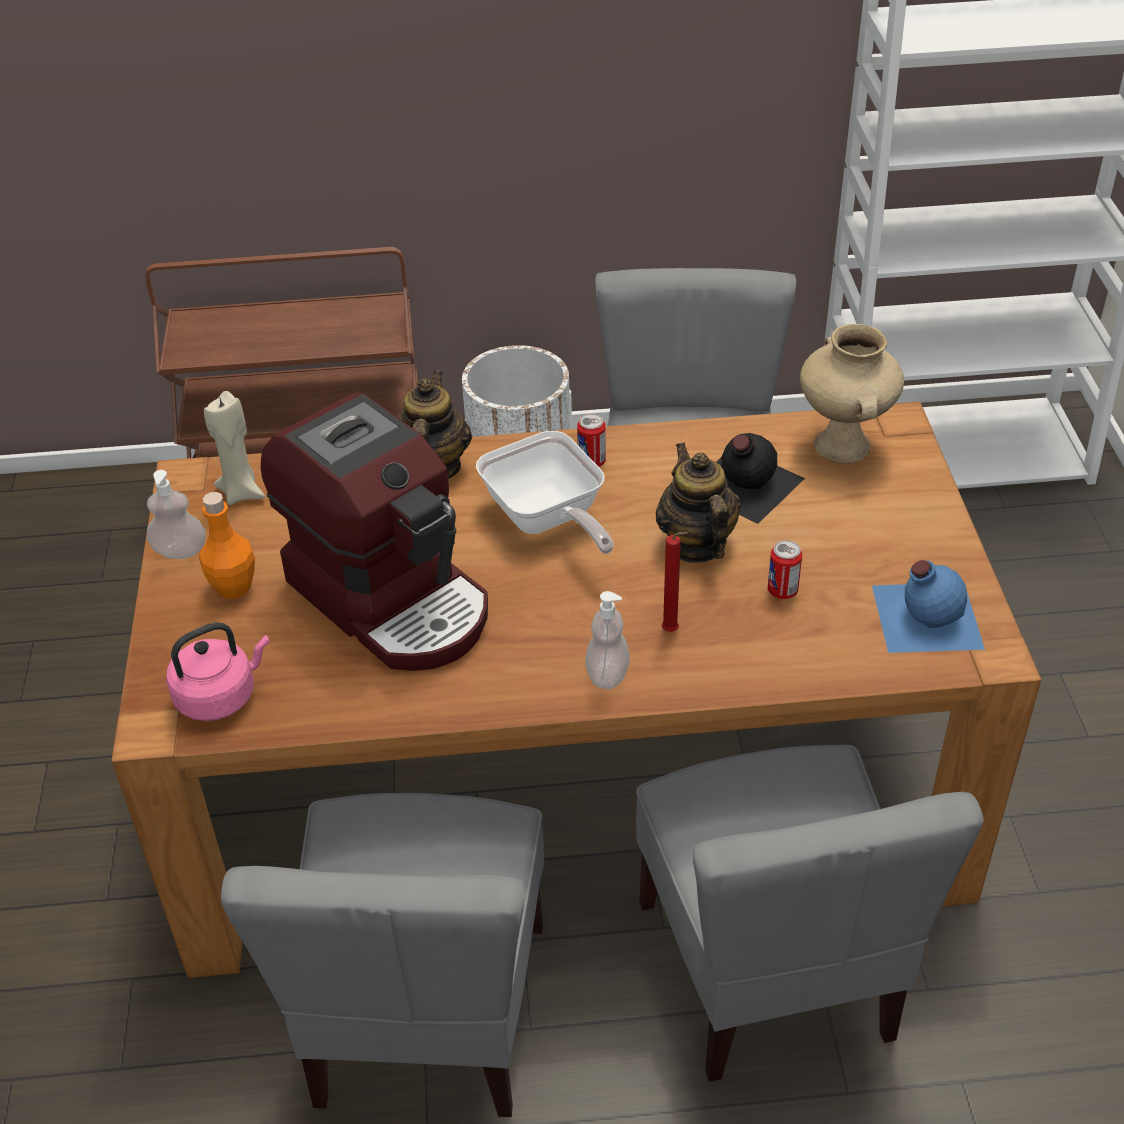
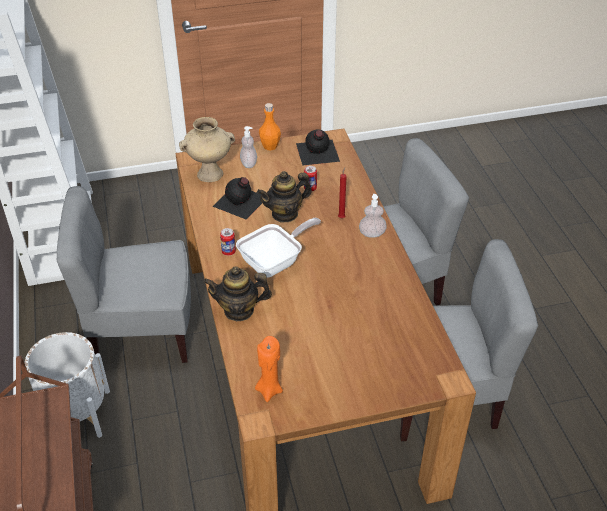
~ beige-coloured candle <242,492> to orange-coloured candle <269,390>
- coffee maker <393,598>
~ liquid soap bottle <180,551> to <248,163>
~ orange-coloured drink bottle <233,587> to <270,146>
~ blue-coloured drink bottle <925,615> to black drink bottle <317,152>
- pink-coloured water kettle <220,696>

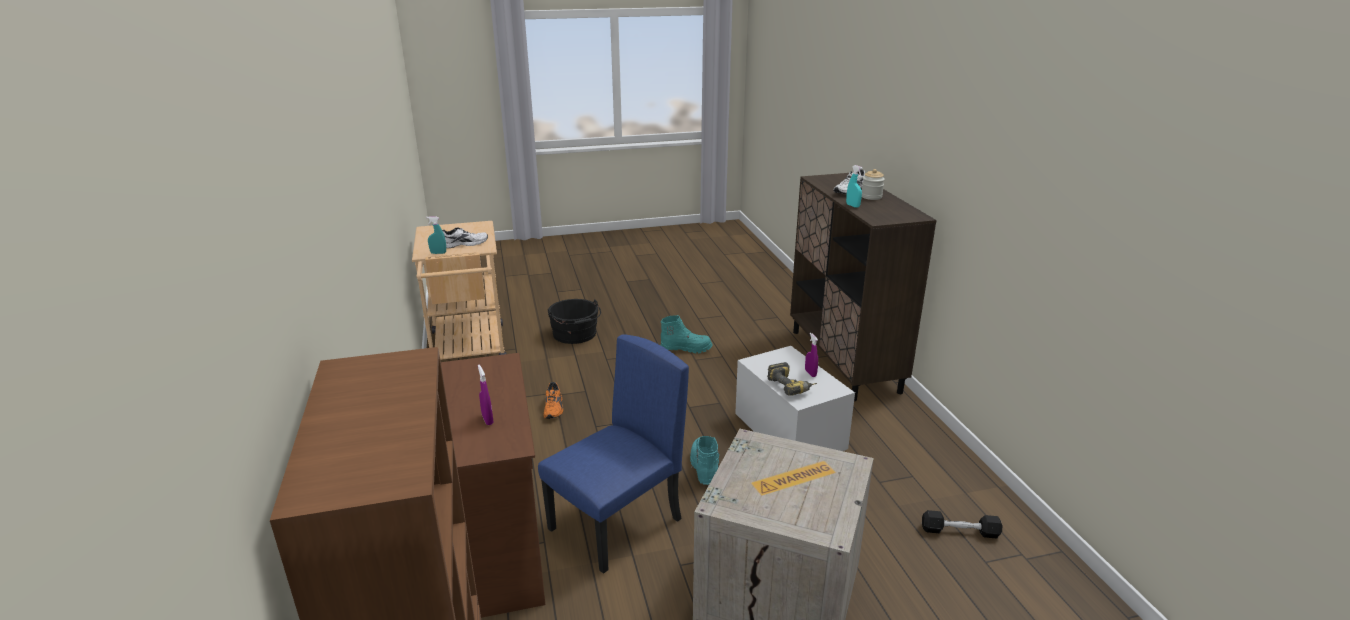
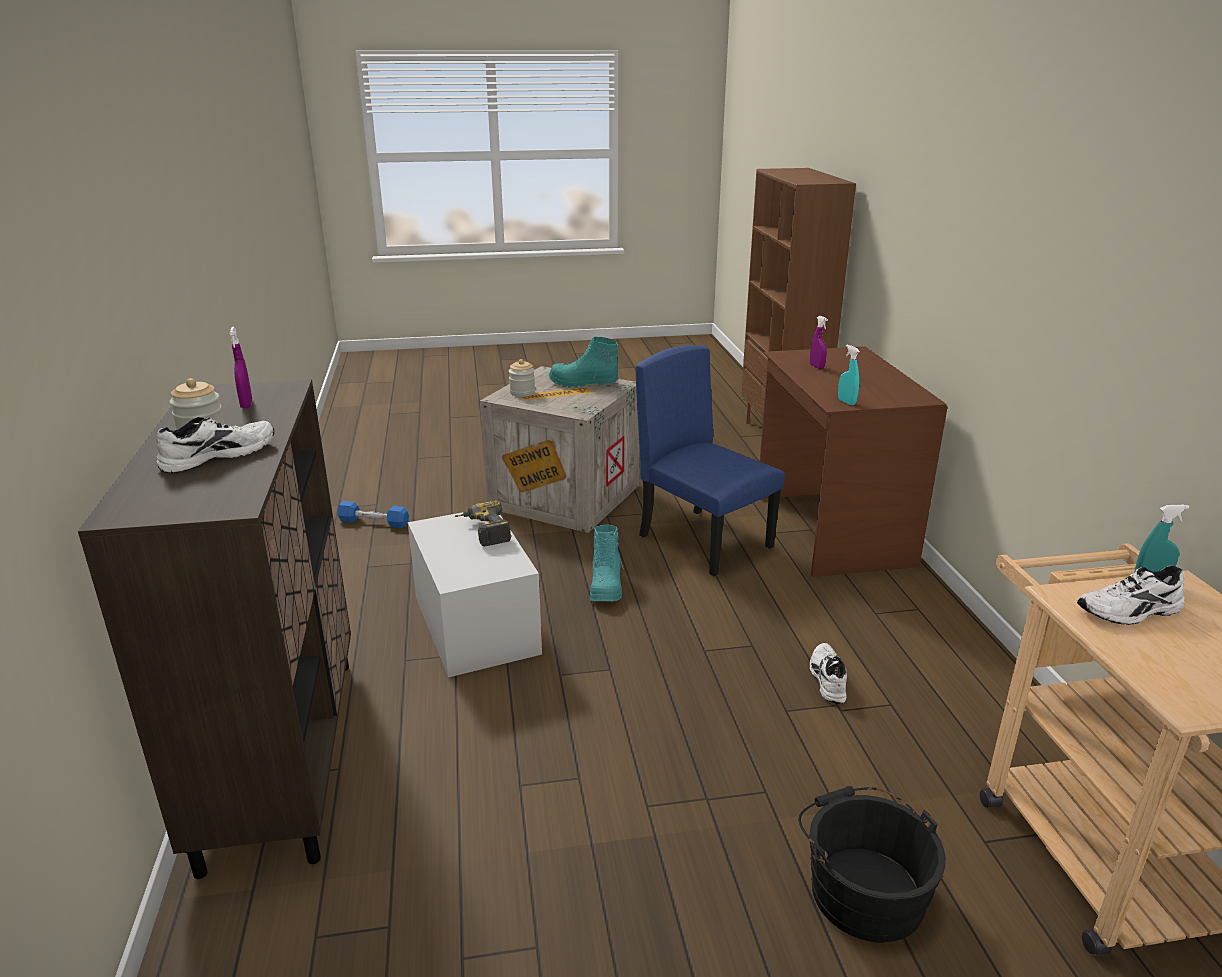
~ turquoise hand sprayer <852,206> to <846,402>
~ turquoise boot <686,348> to <583,383>
~ purplish hand sprayer <810,373> to <246,404>
~ blue-coloured chair <616,525> = <706,541> 90 degrees clockwise
~ orange-coloured low shoe <554,408> to white low shoe <826,678>
~ black dumbbell <960,531> to blue-coloured dumbbell <373,522>
+ preserve jar <522,392>

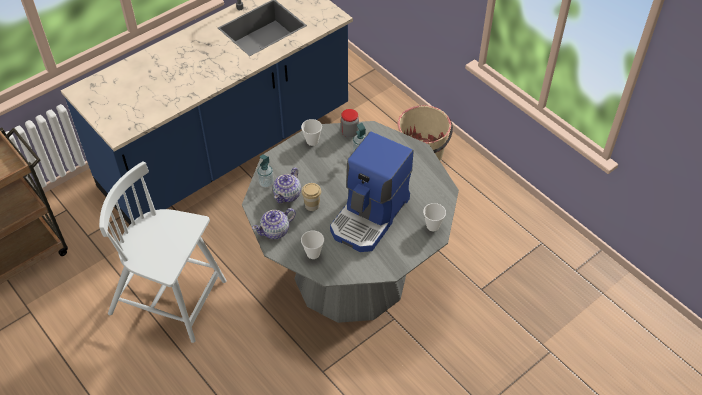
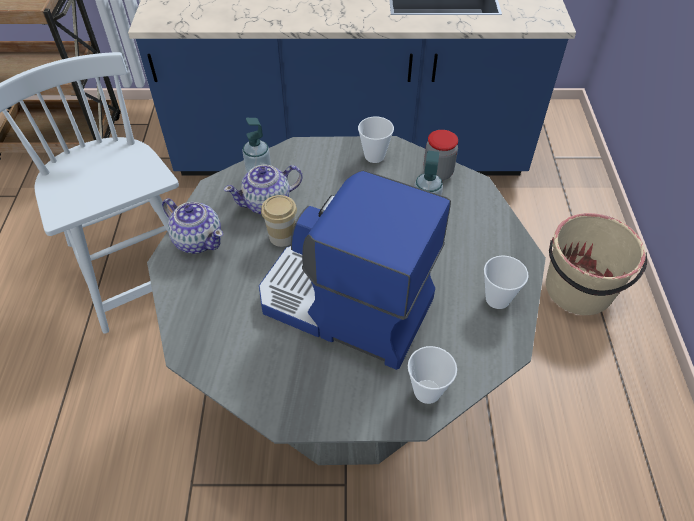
~ coffee maker <370,216> = <344,307> 45 degrees clockwise
~ tea pot <275,231> = <198,240> 150 degrees counterclockwise
~ cup <313,253> to <497,299>

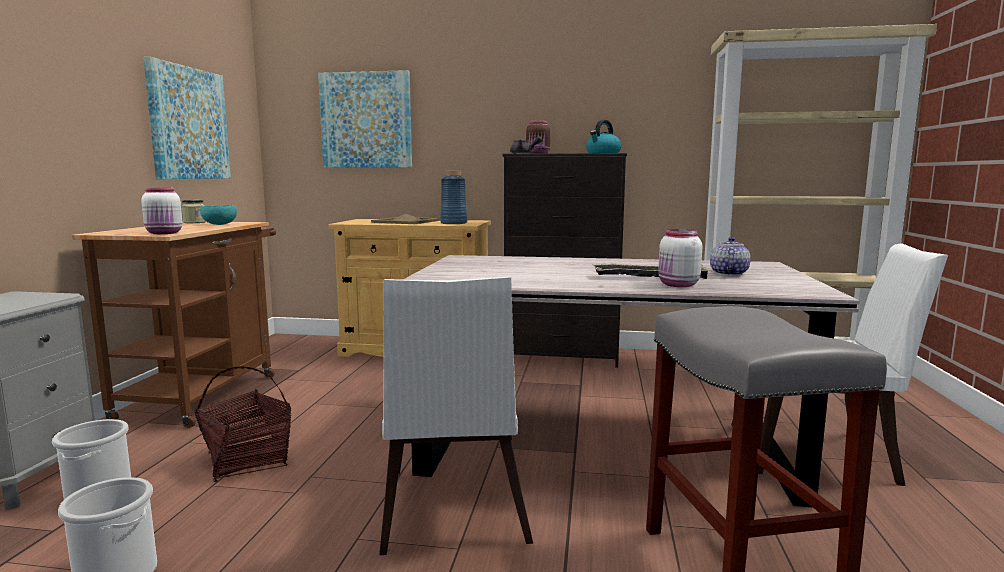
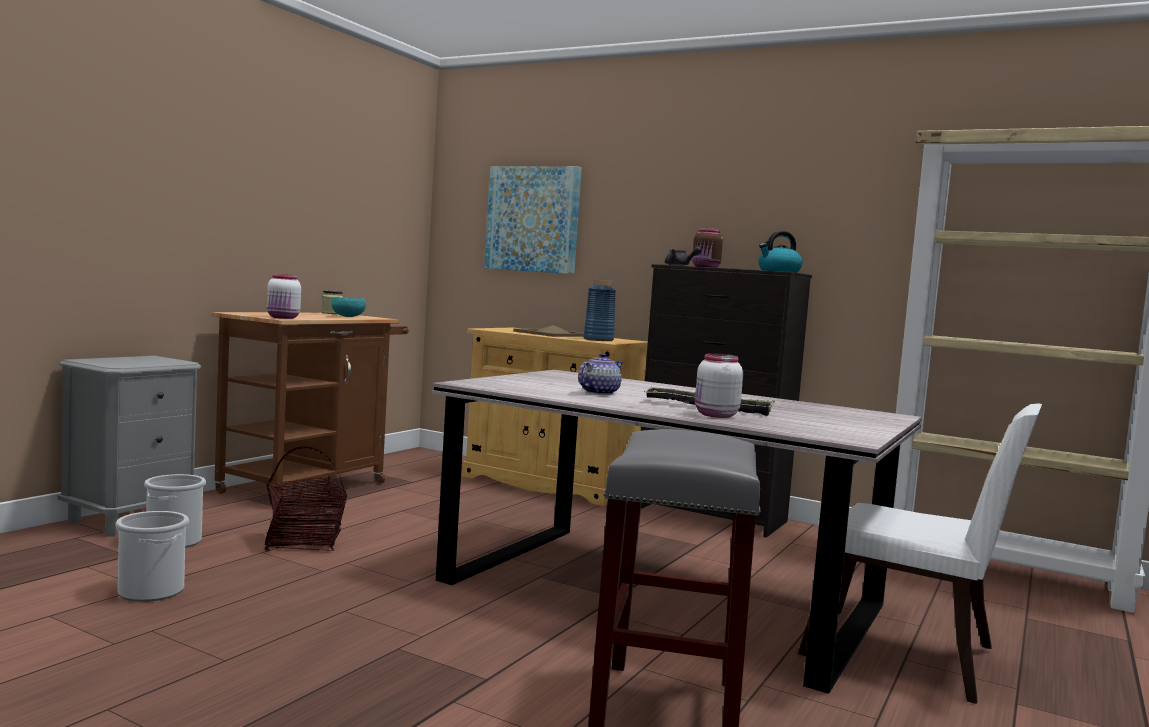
- picture <188,123>
~ tea pot <728,273> to <598,393>
- white chair <452,512>

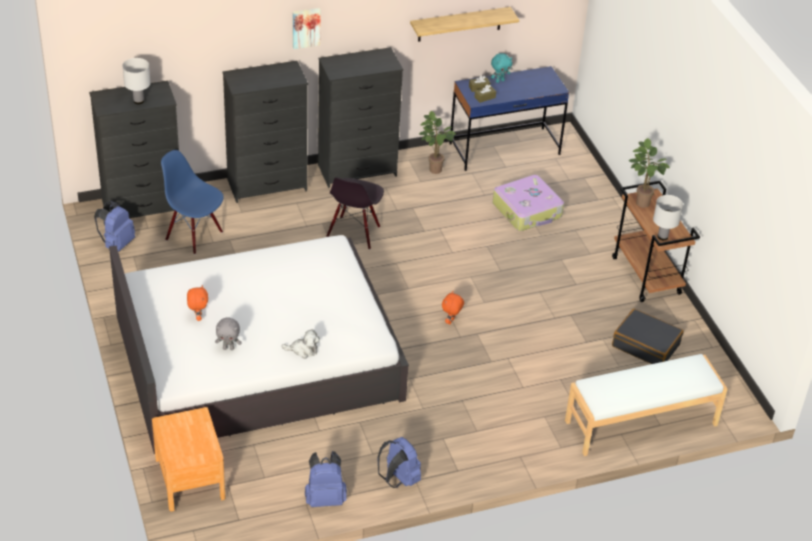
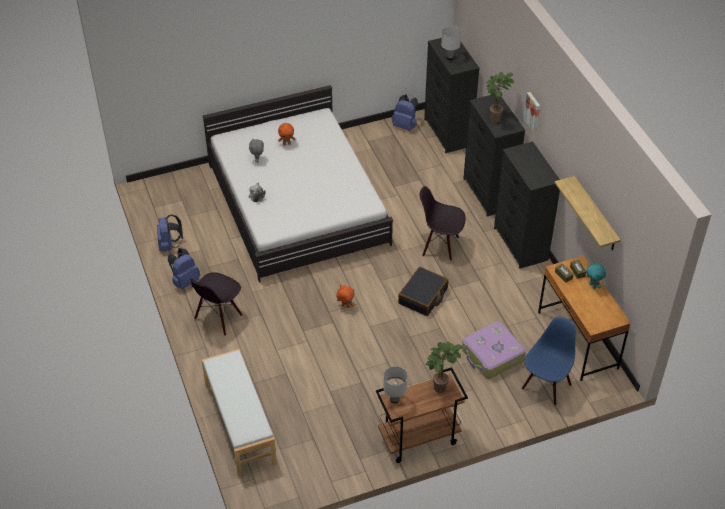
~ blue-coloured desk <504,149> to brownish desk <577,340>
~ houseplant <433,169> to <495,117>
~ blue-coloured chair <194,235> to <545,386>
~ black piece of luggage <646,345> to <423,296>
- brownish nightstand <190,478>
+ black chair <218,317>

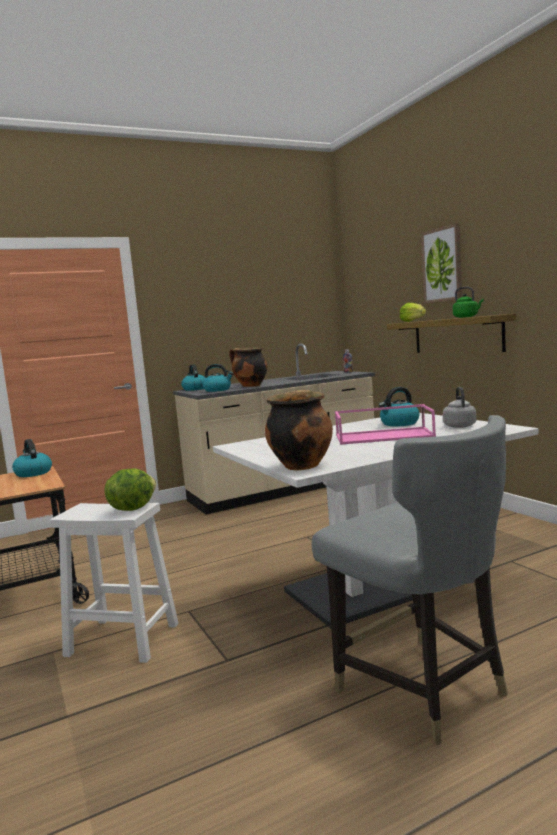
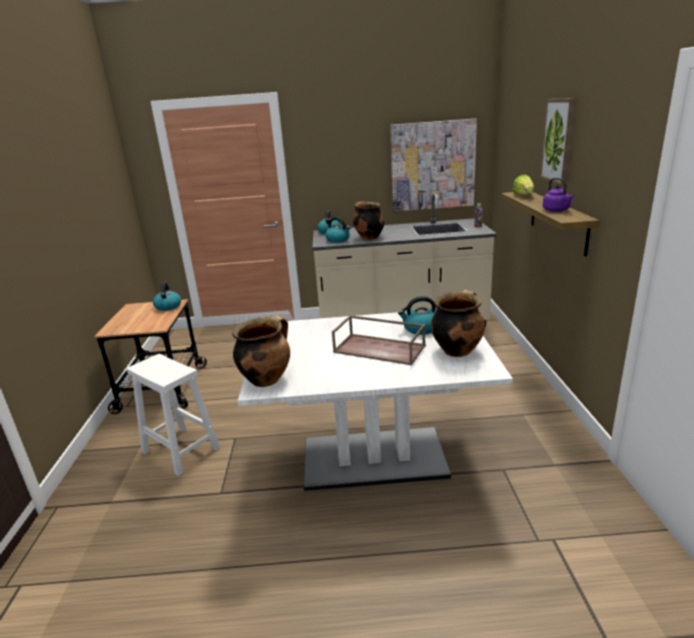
~ green-coloured water kettle <467,317> to purplish water kettle <557,210>
~ grey water kettle <459,426> to stockpot <457,350>
~ pink-coloured carrying tray <385,436> to brownish carrying tray <380,348>
- grey chair <422,689>
- lettuce <132,508>
+ picture <432,166>

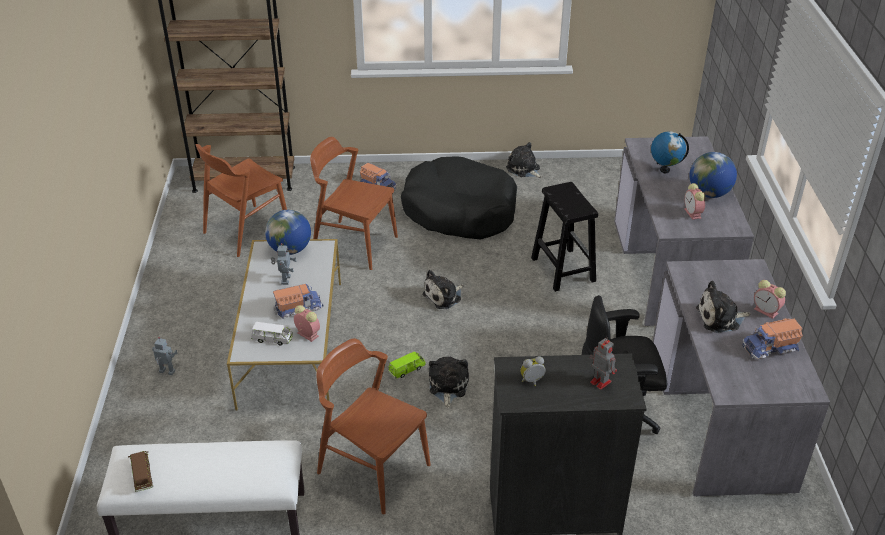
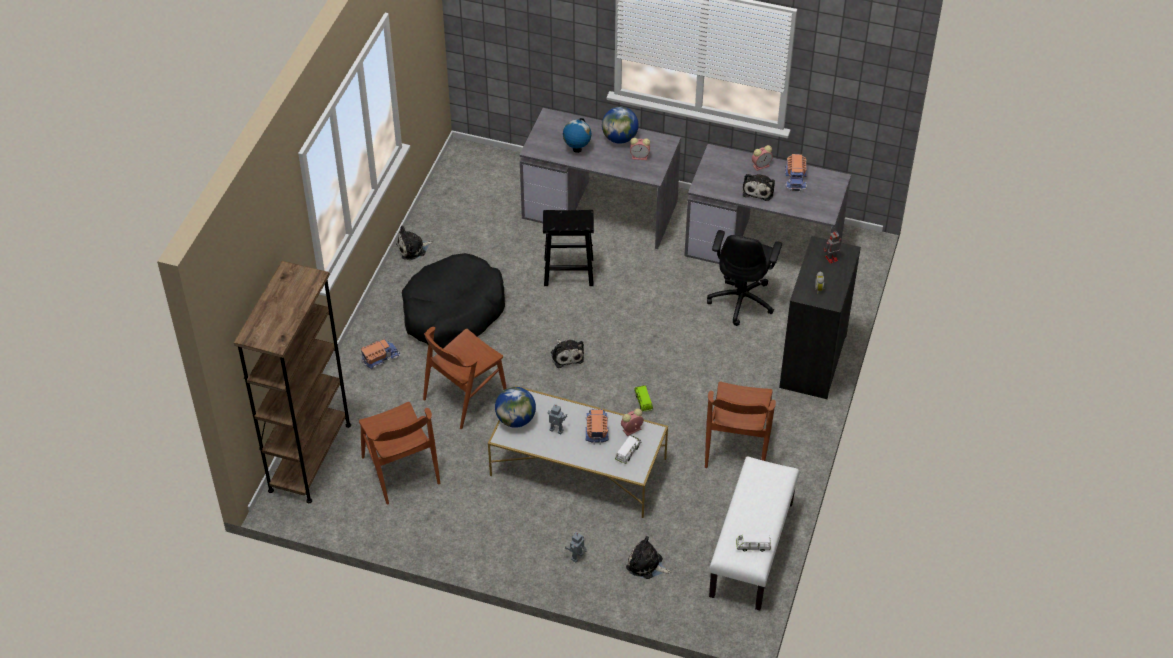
~ brownish chair <373,468> = <737,446> 45 degrees counterclockwise
~ soft toy <447,387> to <646,565>
~ brownish model car <142,475> to white model car <753,546>

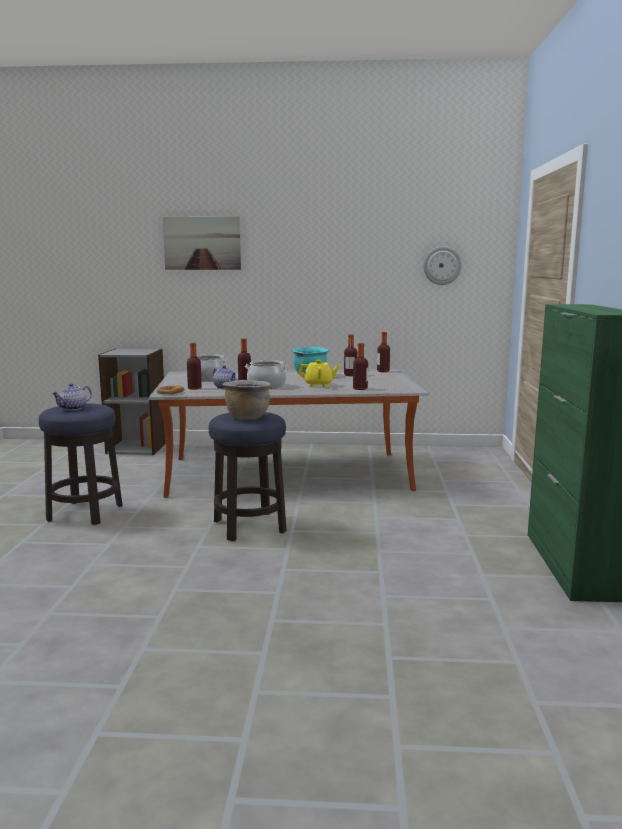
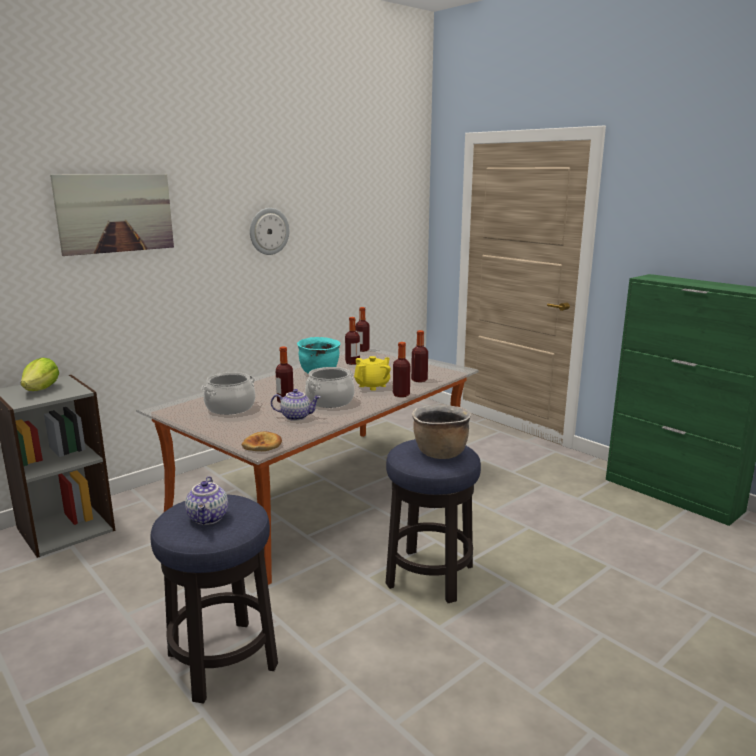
~ wall clock <442,265> to <269,231>
~ drink bottle <194,388> to <401,395>
+ lettuce <42,389>

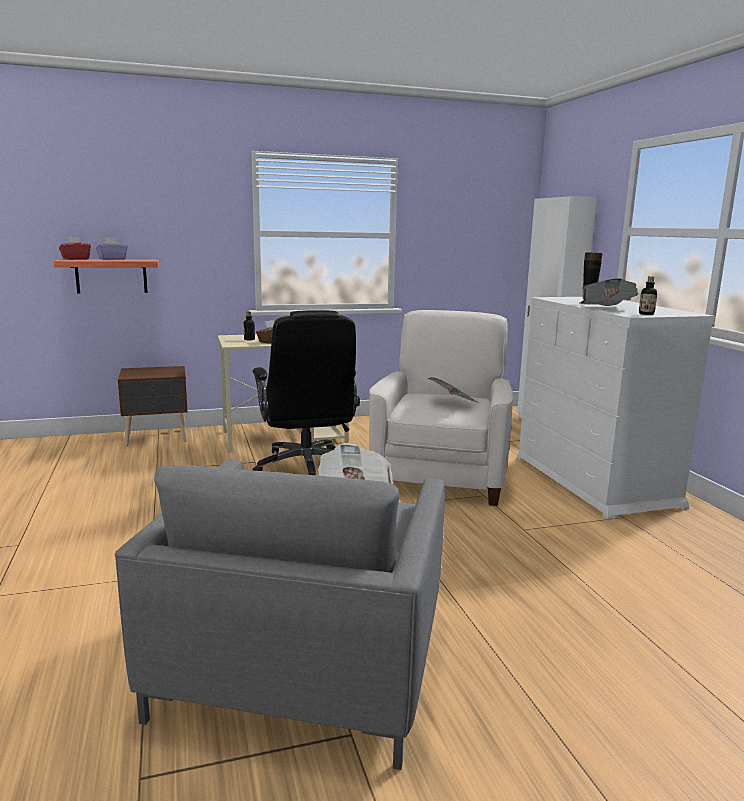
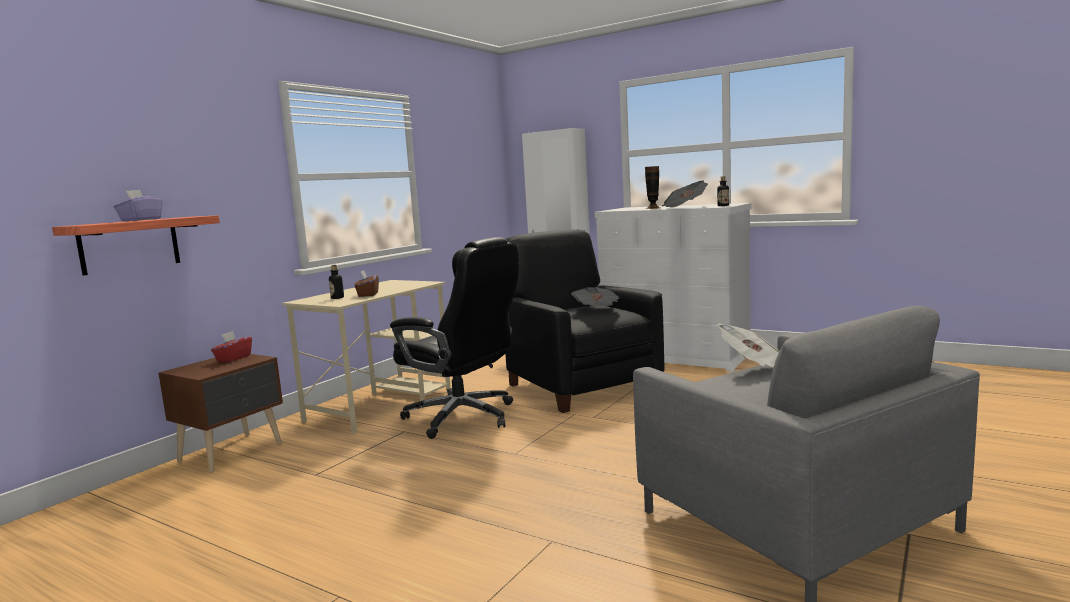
~ red tissue holder <75,259> to <233,358>
~ white armchair <440,476> to black armchair <581,386>

